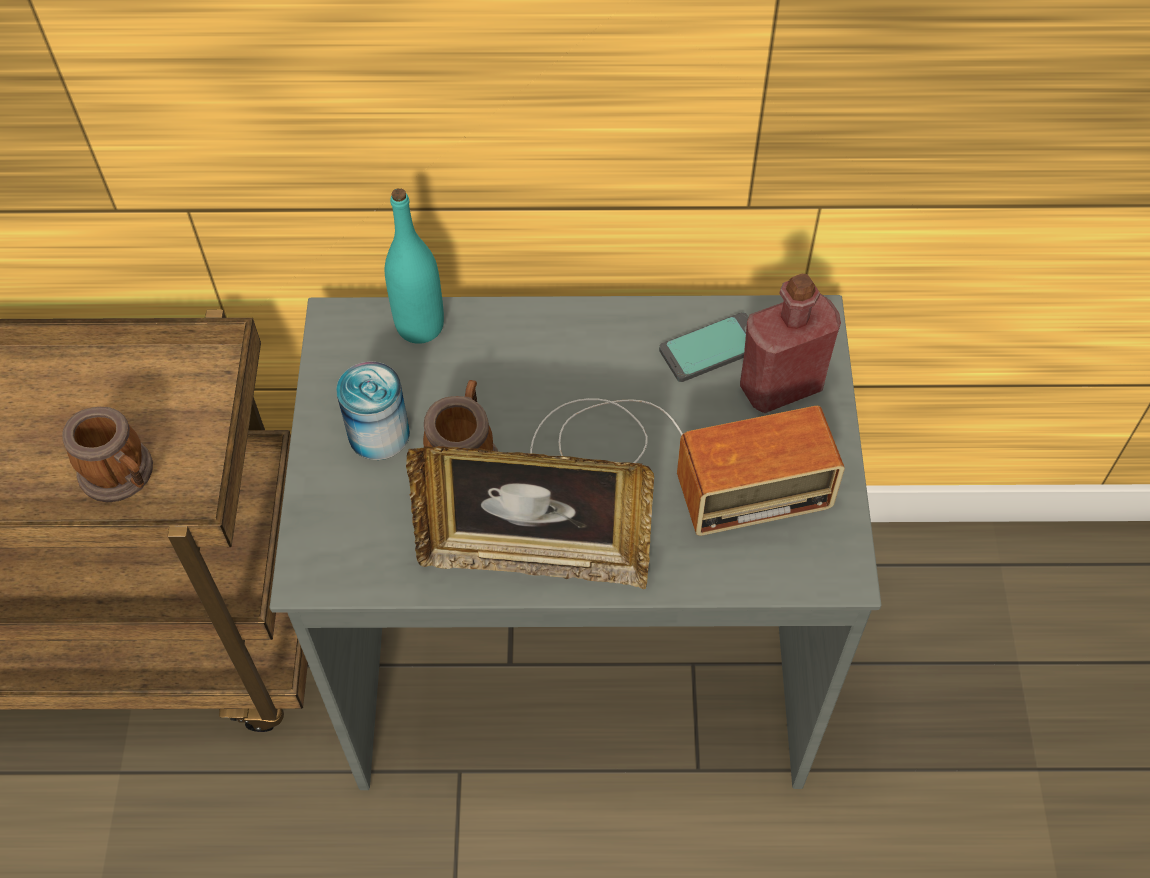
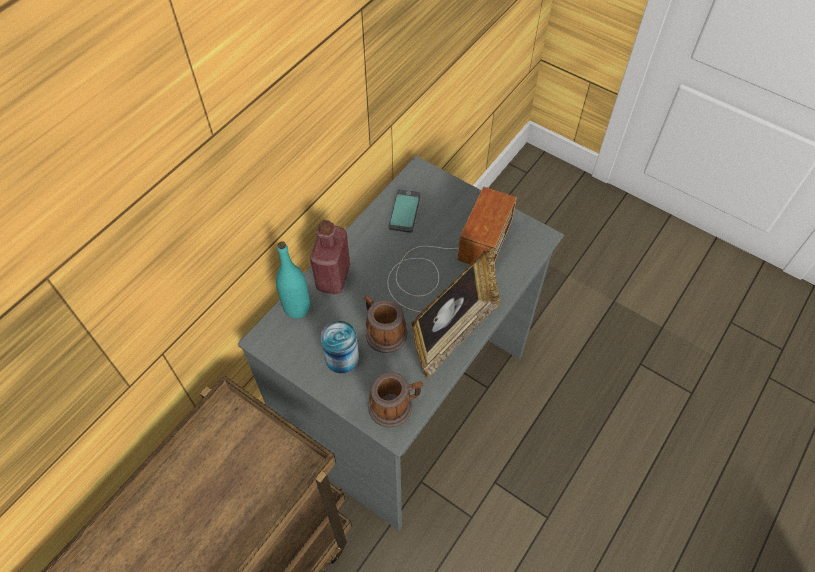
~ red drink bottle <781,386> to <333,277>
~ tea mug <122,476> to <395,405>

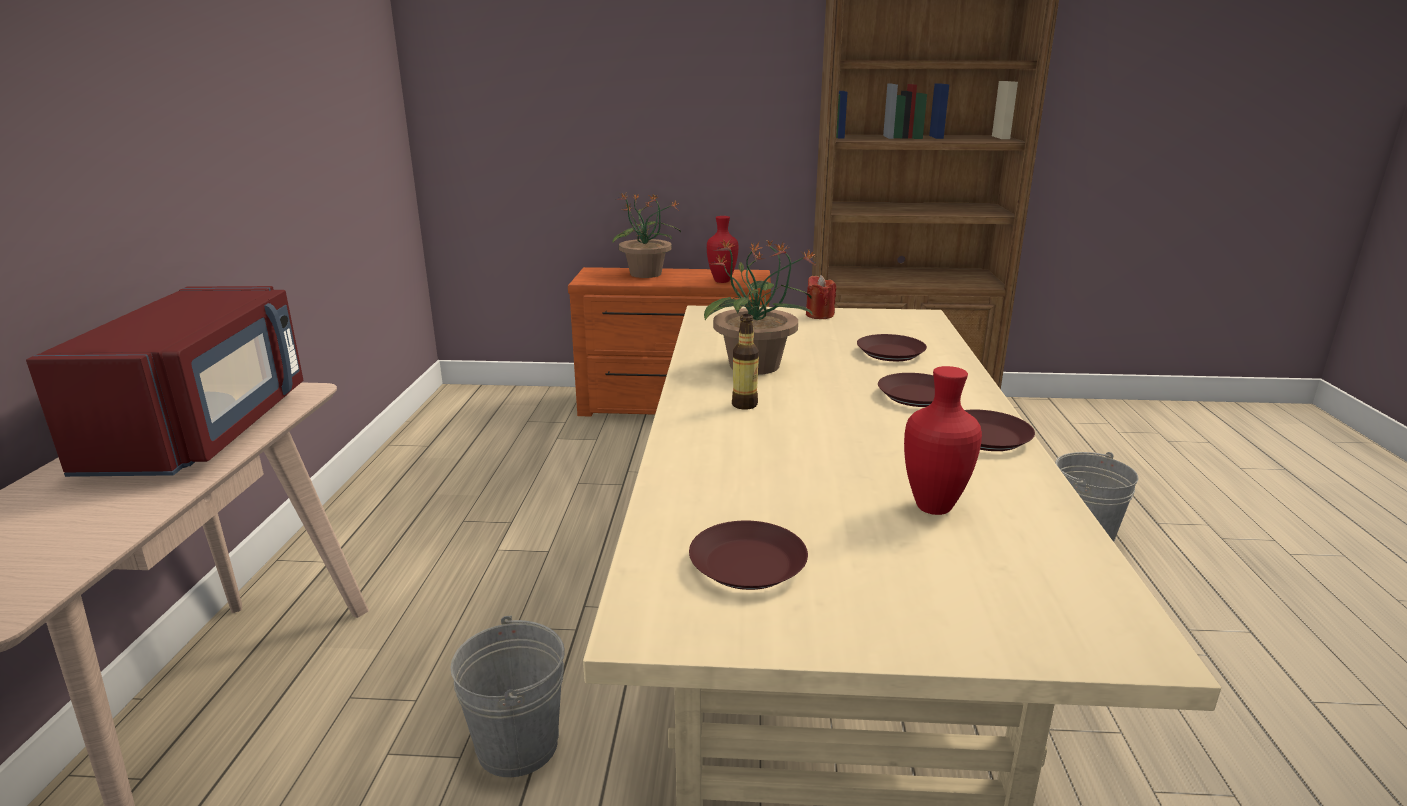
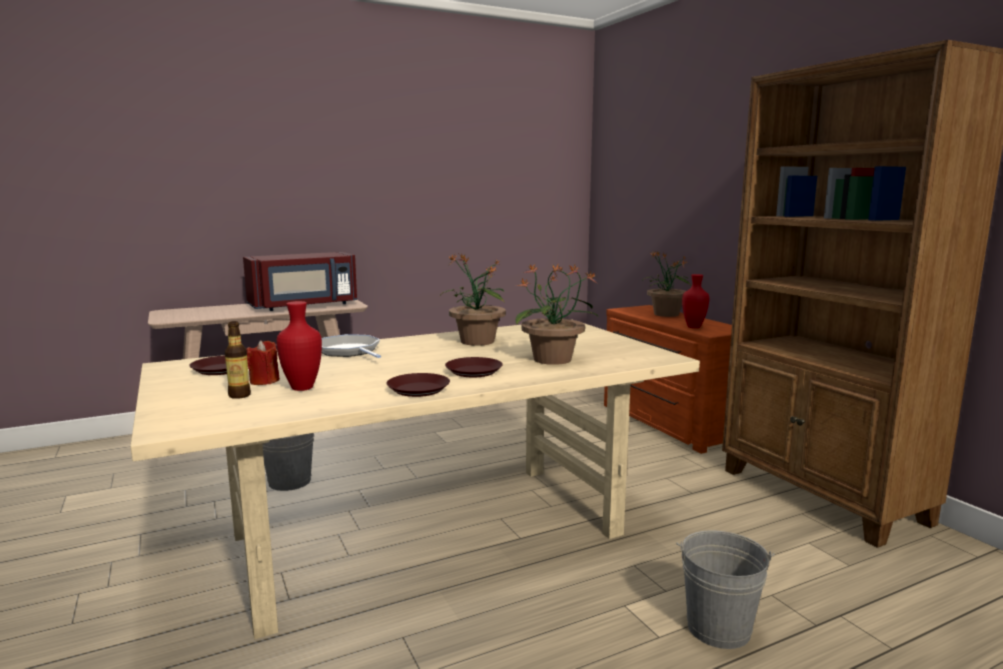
~ red candle <819,315> to <264,381>
~ drink bottle <744,405> to <239,395>
~ brownish dinner plate <891,353> to houseplant <553,360>
+ pan <349,351>

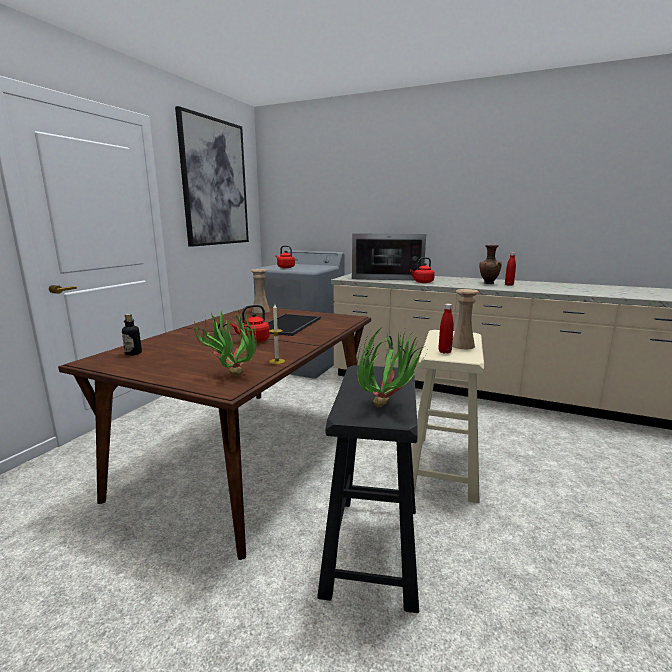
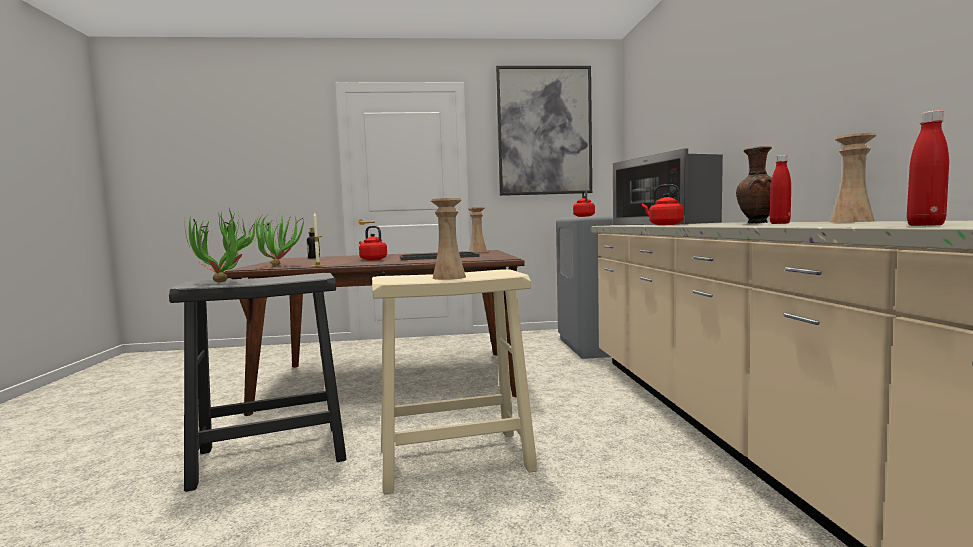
~ red drink bottle <444,352> to <925,225>
+ beige-coloured flower vase <851,221>

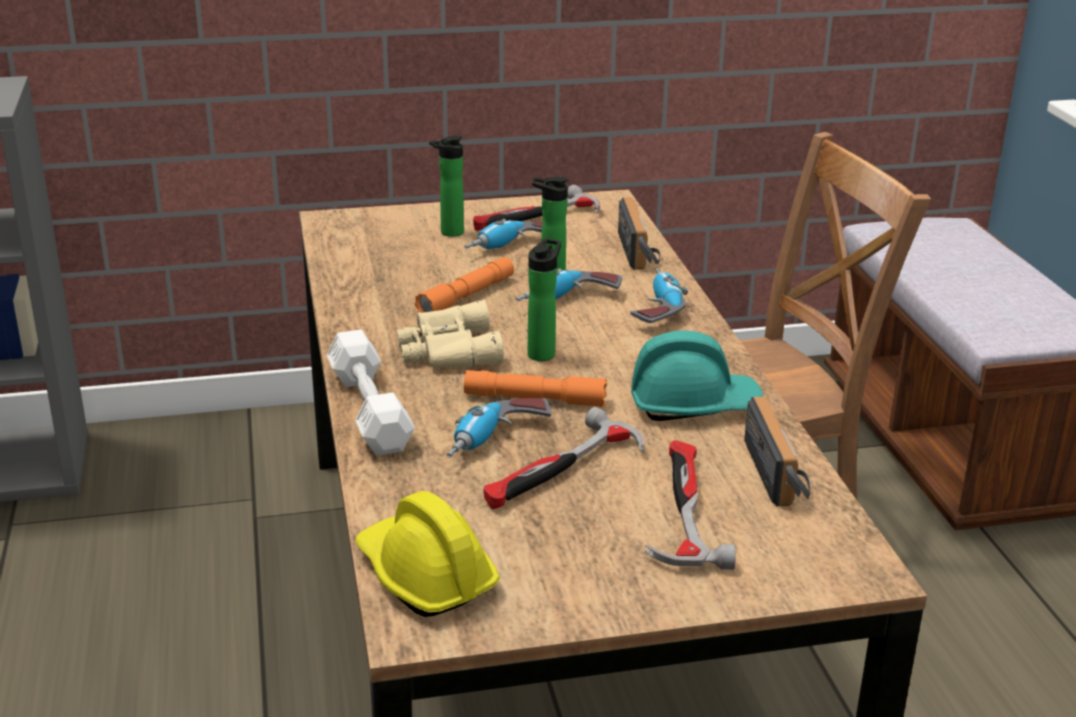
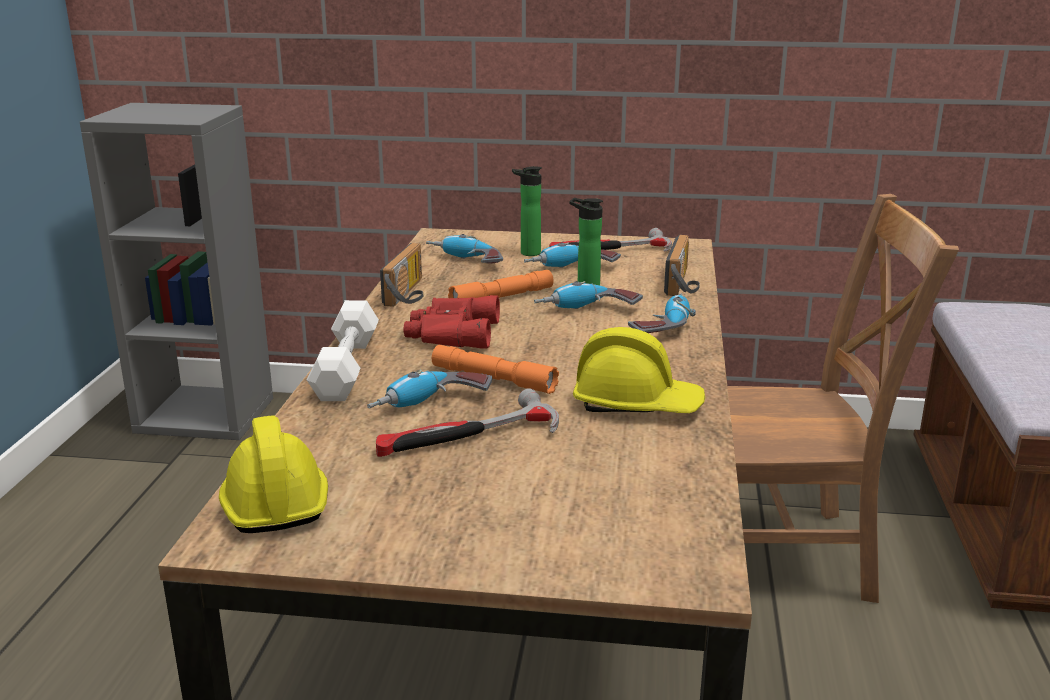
- drink bottle <543,353>
~ beige-coloured field glasses <447,350> to red field glasses <450,333>
~ turquoise work helmet <693,405> to yellowish work helmet <637,404>
~ radio <780,474> to <410,293>
- hammer <682,510>
+ drill <464,262>

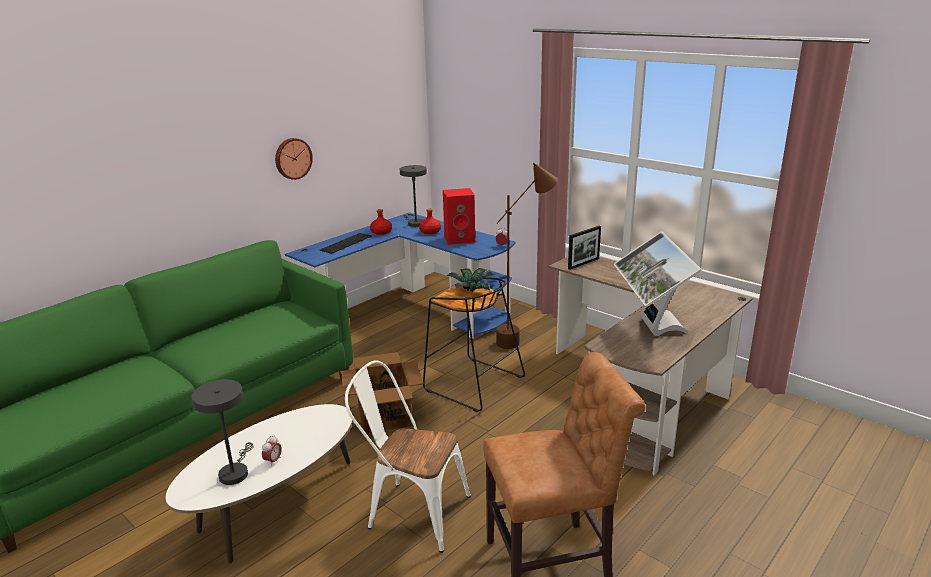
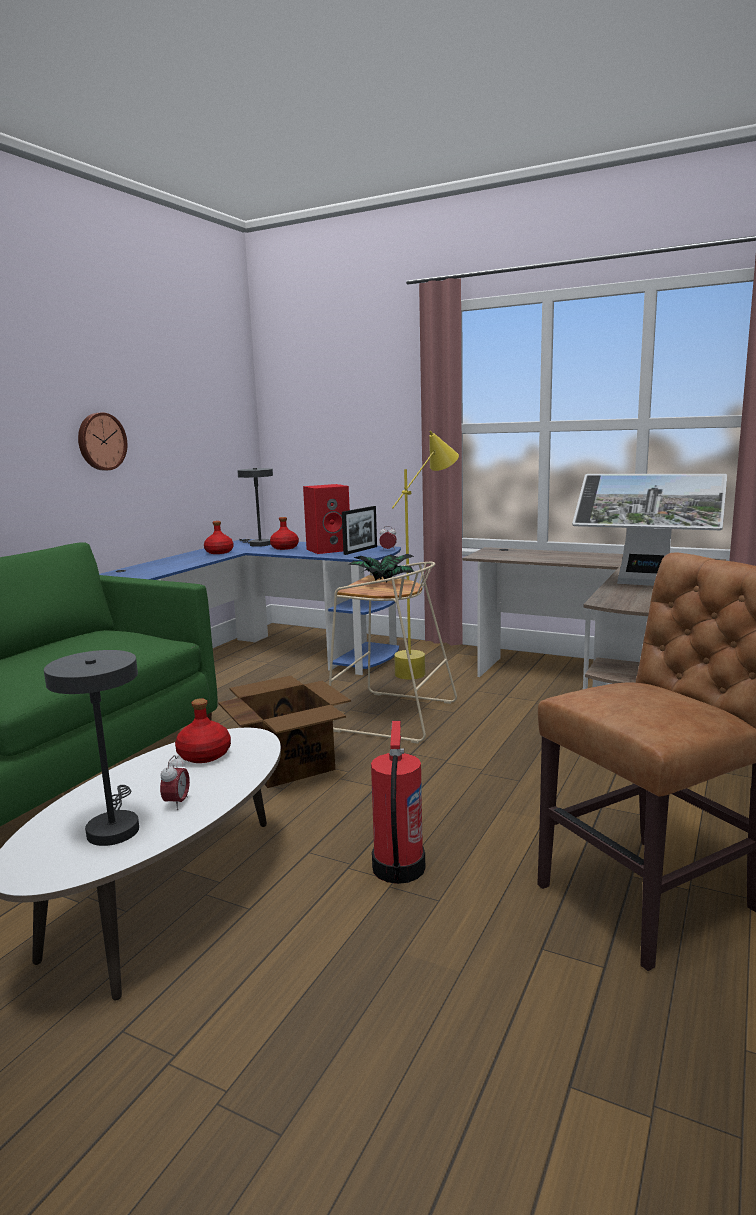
~ brownish standard lamp <523,338> to yellowish standard lamp <427,667>
~ picture frame <583,263> to <360,550>
~ computer screen <650,326> = <644,585> 45 degrees counterclockwise
- computer keyboard <346,243>
~ black stool <472,384> to beige-coloured stool <391,716>
~ white chair <411,511> to extinguisher <397,869>
+ red drink bottle <203,755>

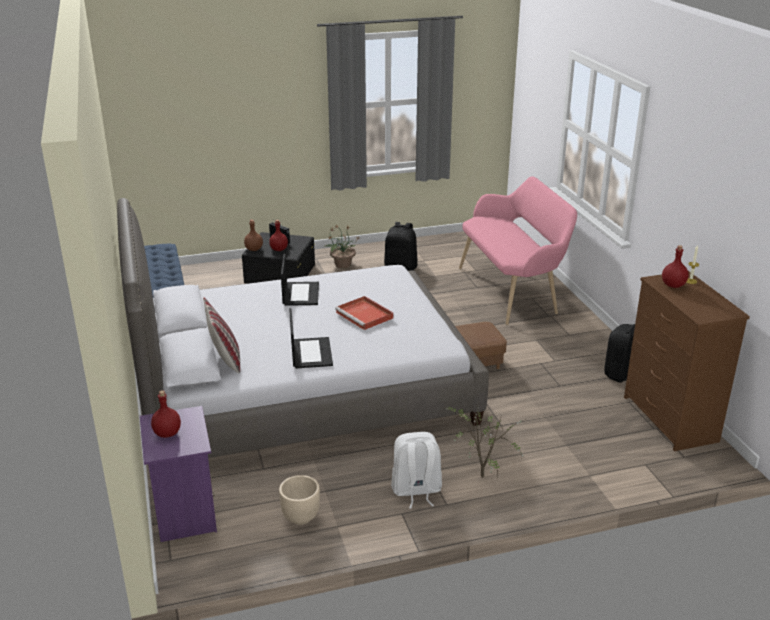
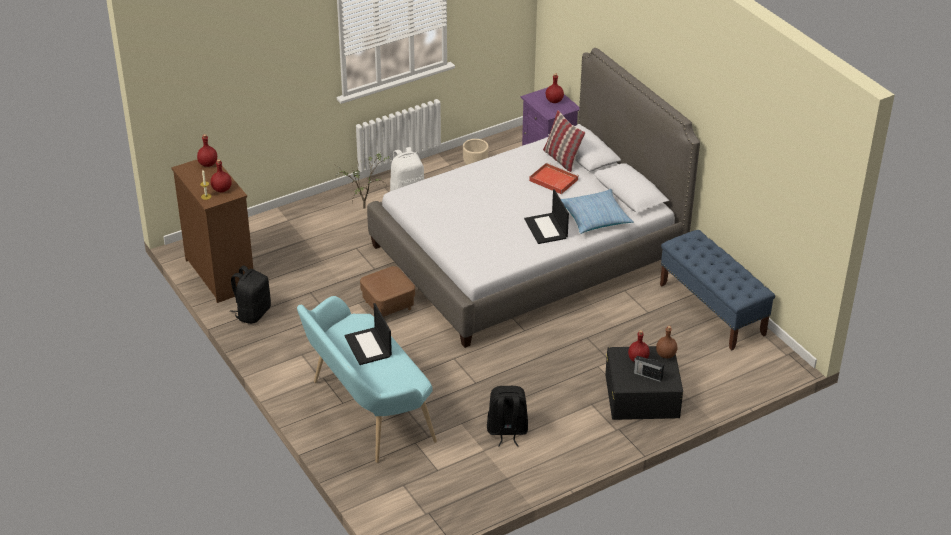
~ pink-coloured long seat <512,290> to turquoise long seat <366,412>
- houseplant <342,265>
~ red carrying tray <365,315> to <552,180>
~ laptop <310,353> to <368,346>
+ red drink bottle <207,164>
+ throw pillow <595,217>

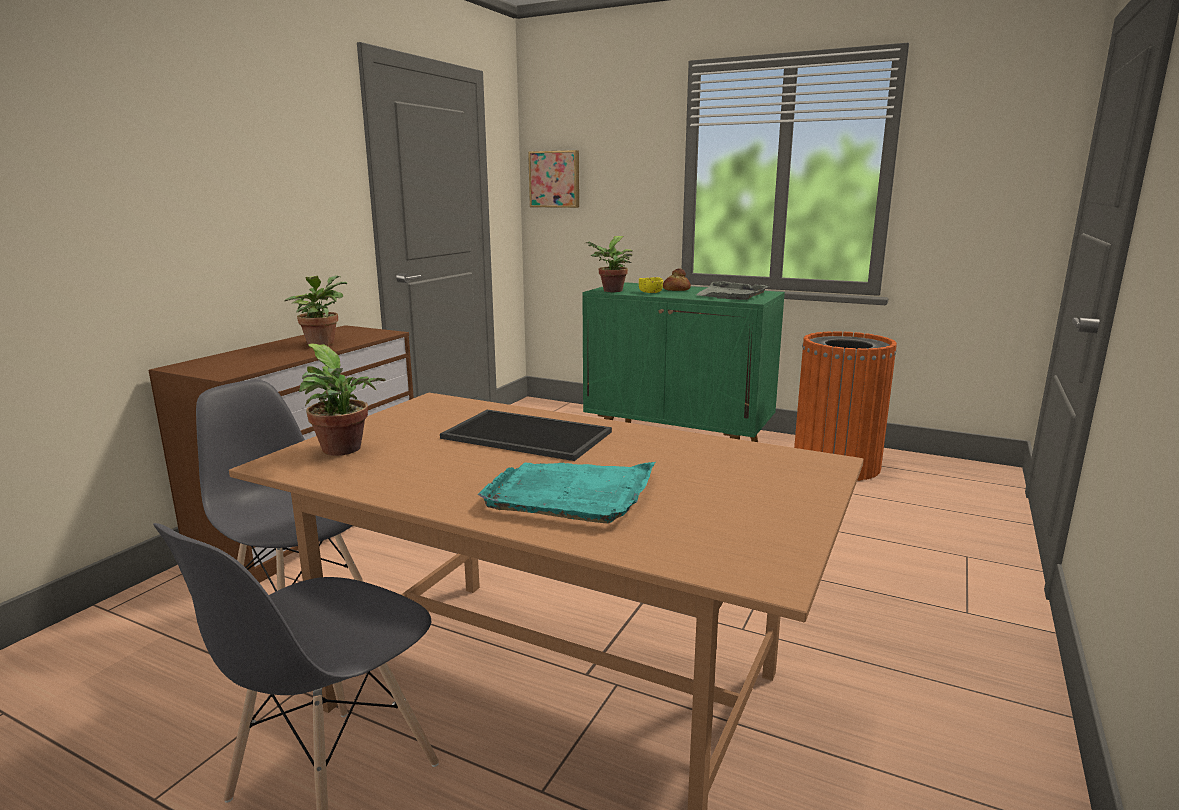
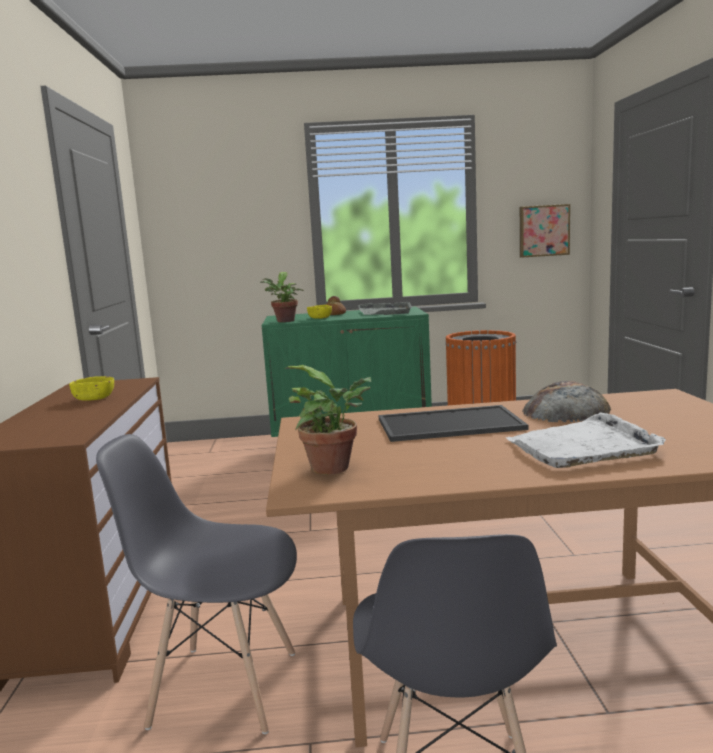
~ picture <555,179> to <543,231>
~ houseplant <321,343> to yellowish serving bowl <94,398>
~ turquoise carrying tray <571,494> to white carrying tray <583,446>
+ bakery bread <566,410>

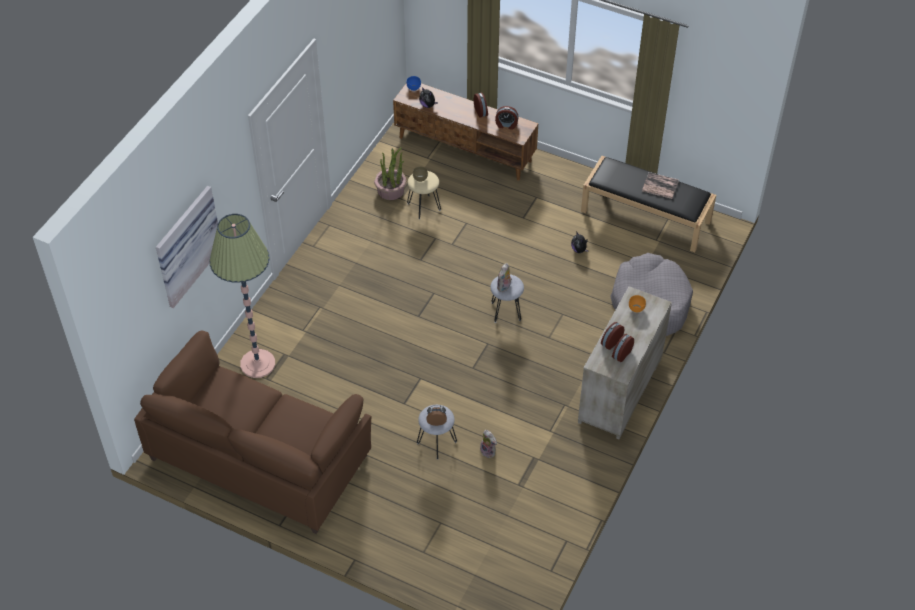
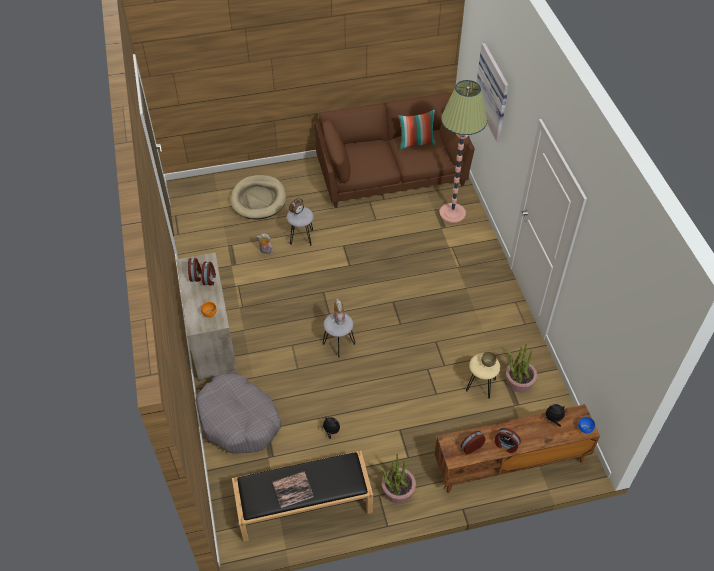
+ throw pillow <416,143>
+ beige-coloured pet bed <258,199>
+ houseplant <397,490>

